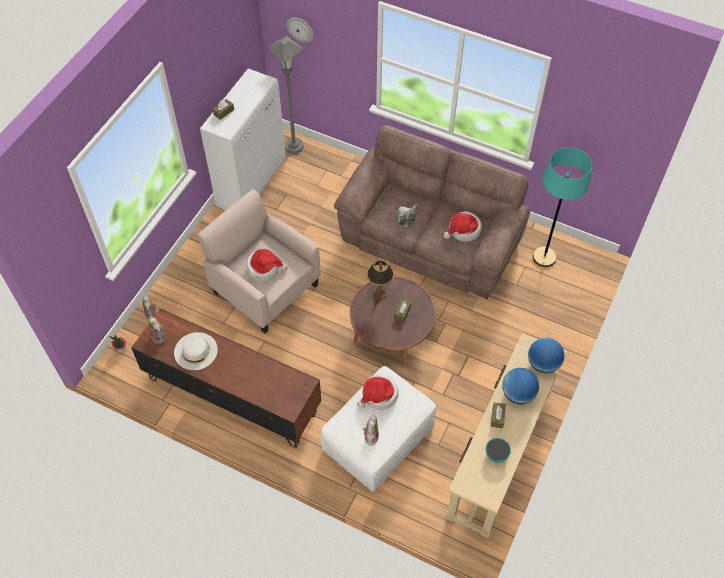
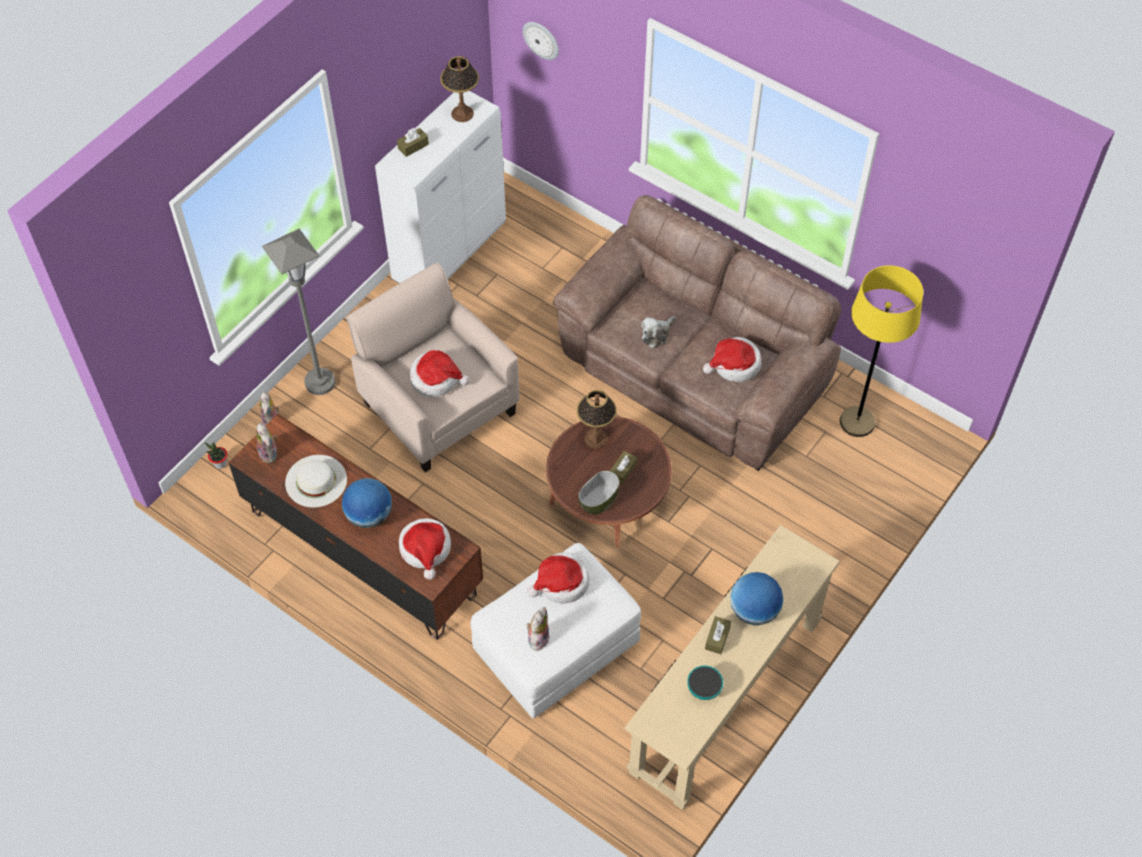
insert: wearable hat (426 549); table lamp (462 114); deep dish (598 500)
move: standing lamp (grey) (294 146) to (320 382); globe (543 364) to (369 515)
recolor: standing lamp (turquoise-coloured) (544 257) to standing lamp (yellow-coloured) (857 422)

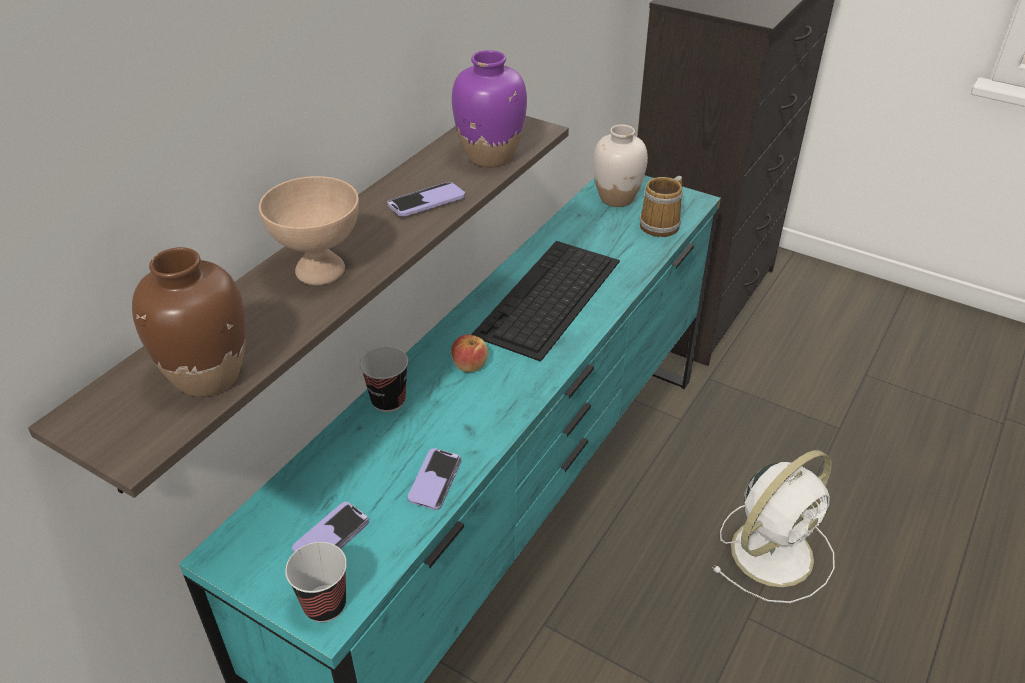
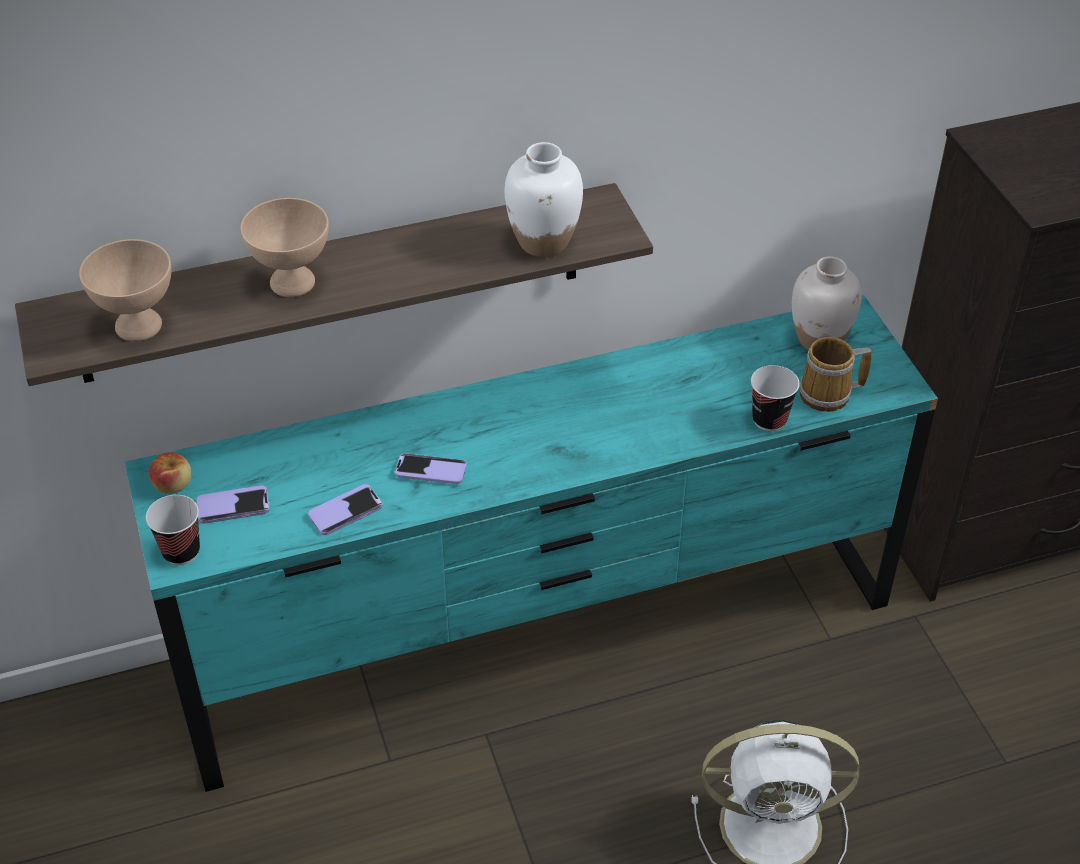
delete: PC keyboard (548 298)
move: whole apple (470 365) to (173 485); handset (426 201) to (430 470); drinking cup (388 401) to (769 419)
replace: vase (brown-coloured) (208 377) to deep dish (sand-coloured) (138 327)
recolor: vase (purple-coloured) (490 156) to vase (white-coloured) (544 242)

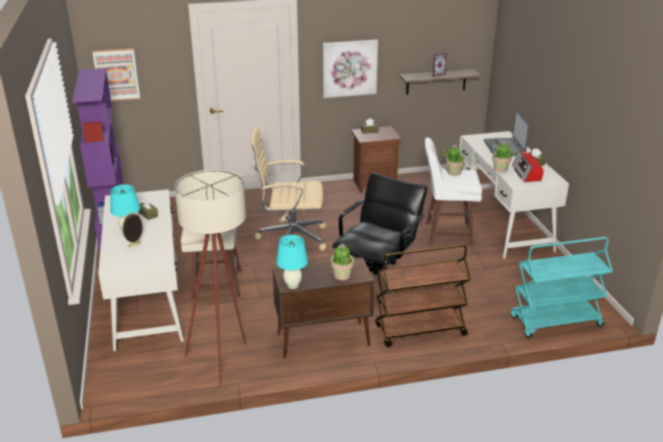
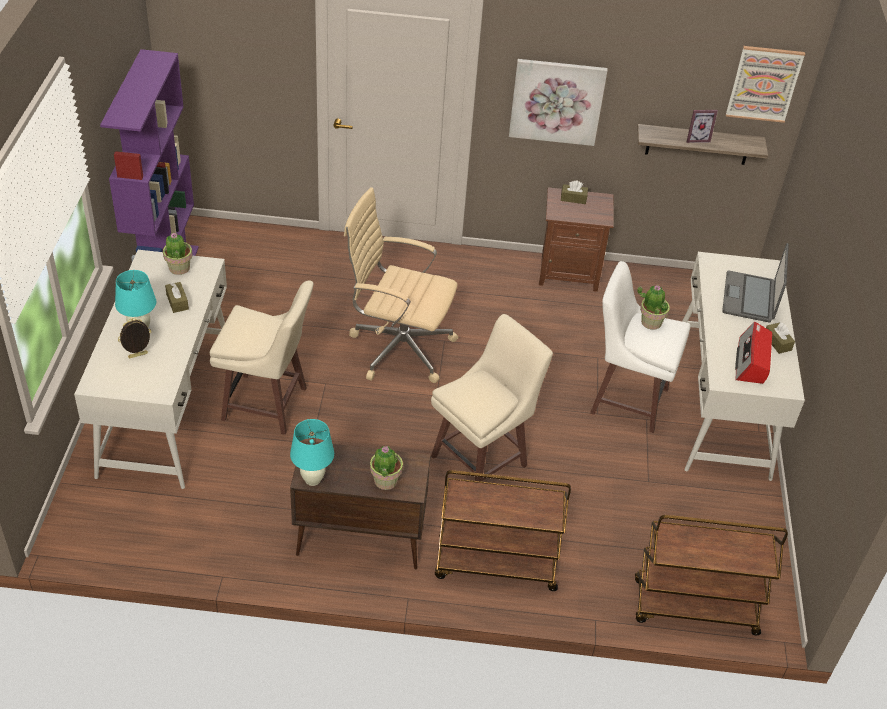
delete: standing lamp (sand-coloured) (224 358)
move: plant in a pot (500 169) to (179 268); picture (116 74) to (764 83)
replace: desk chair (black-coloured) (377 281) to stool (sand-coloured) (482 460)
recolor: cart (turquoise-coloured) (555 322) to cart (brown-coloured) (694 608)

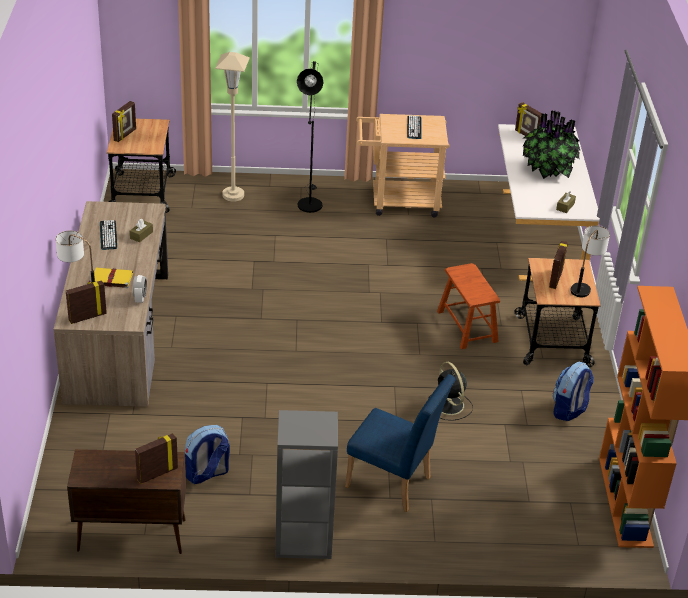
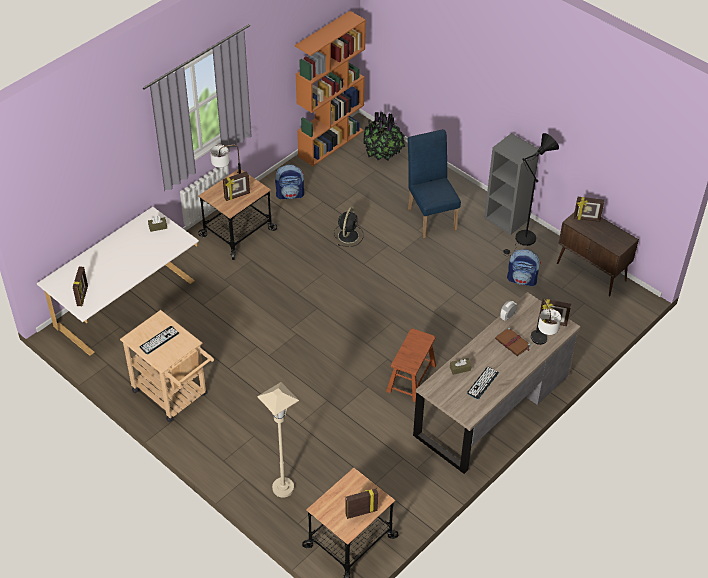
move: plant in a pot (547 170) to (383 152); stool (brown-coloured) (467 326) to (411 378); standing lamp (black-coloured) (309 202) to (523 240)
recolor: bound book (yellow-coloured) (111 279) to bound book (brown-coloured) (513 343)

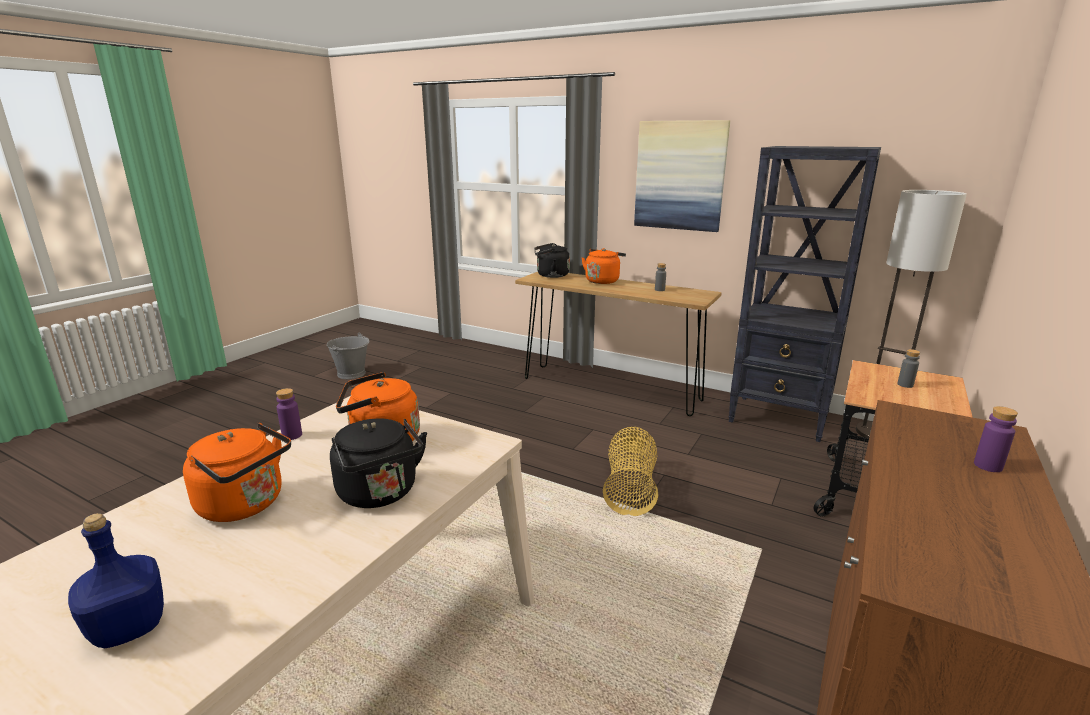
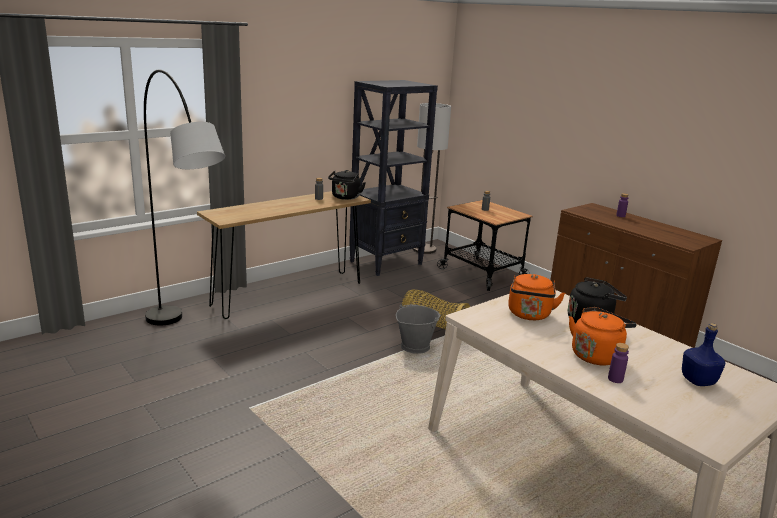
delete: kettle (orangey) (603 281); picture (680 176)
insert: standing lamp (grey) (187 345)
move: kettle (black-coloured) (550 275) to (345 197); water bucket (grey) (352 373) to (415 346); bottle (purple-coloured) (292 435) to (615 379)

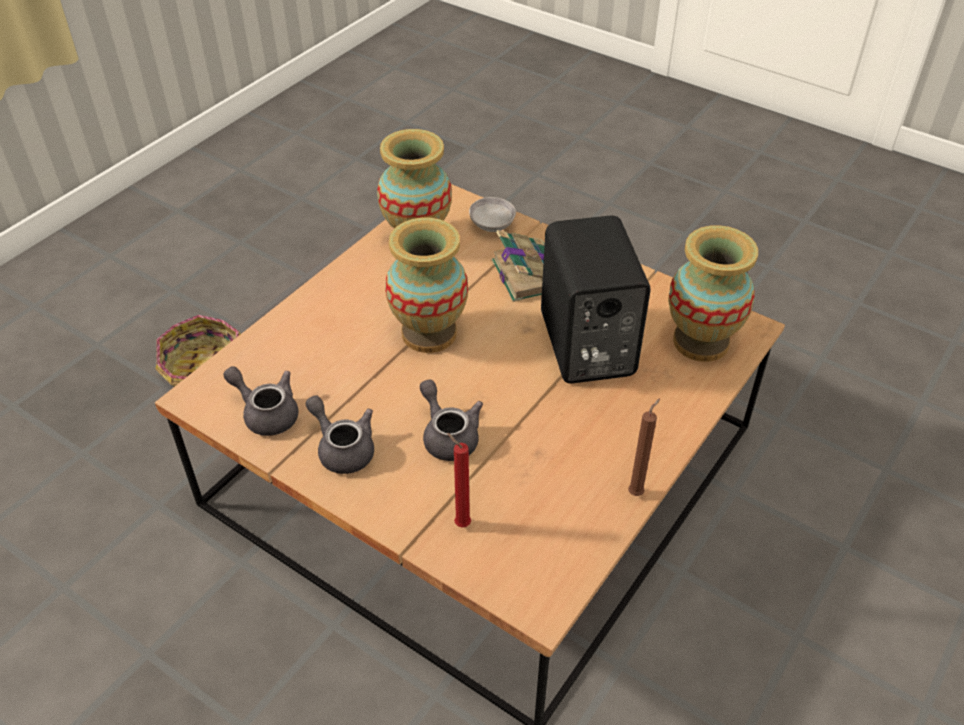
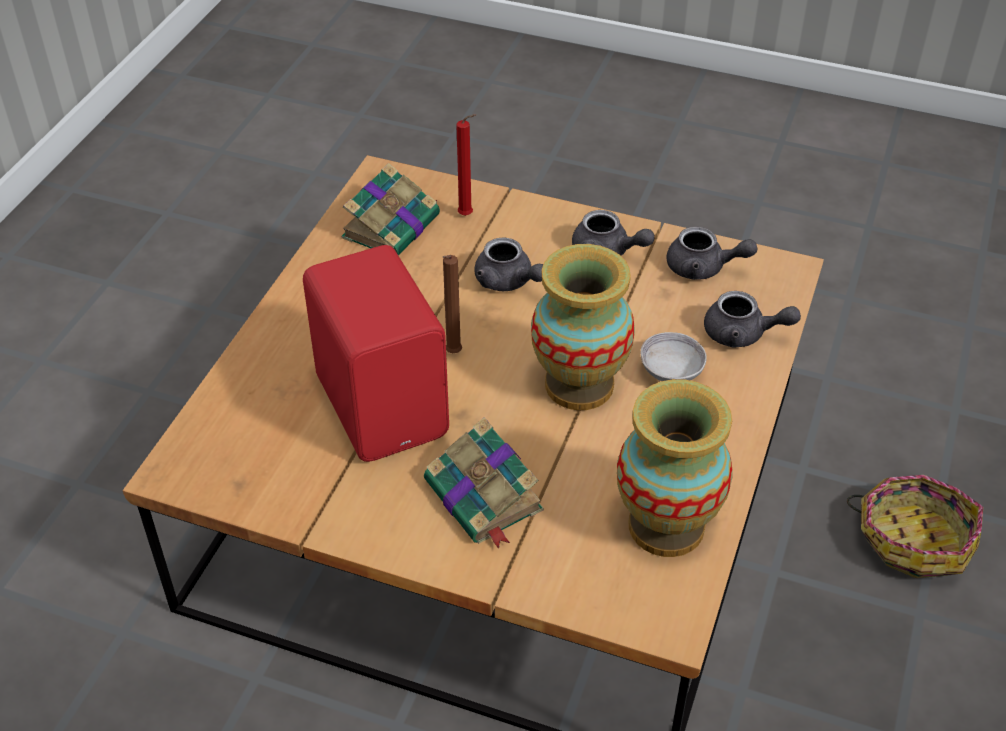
delete: vase (700 341)
insert: bound book (392 225); pot for tea (grey) (742 334)
move: candle (brown-coloured) (637 492) to (452 354); deep dish (grey) (492 225) to (671 371)
recolor: speaker (black-coloured) (584 347) to speaker (red) (385 404)

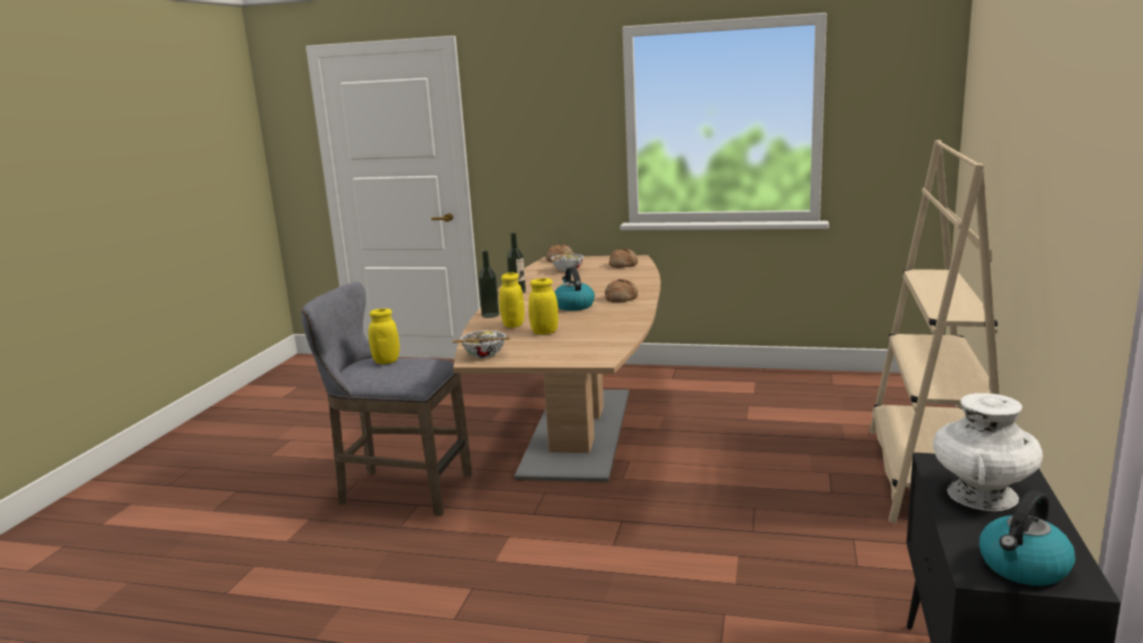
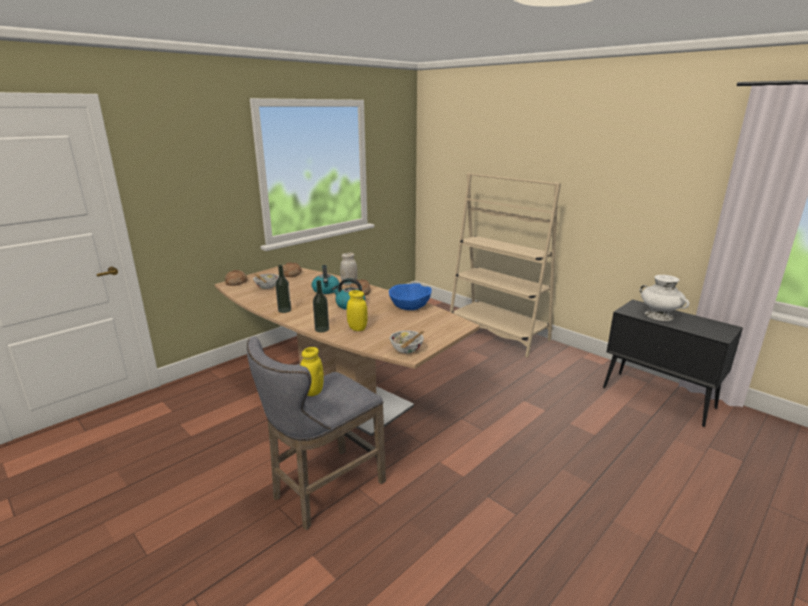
delete: jar (yellow-coloured) (544 332)
insert: jar (white-coloured) (349 284); deep dish (blue) (410 306)
move: kettle (1023 567) to (326 290)

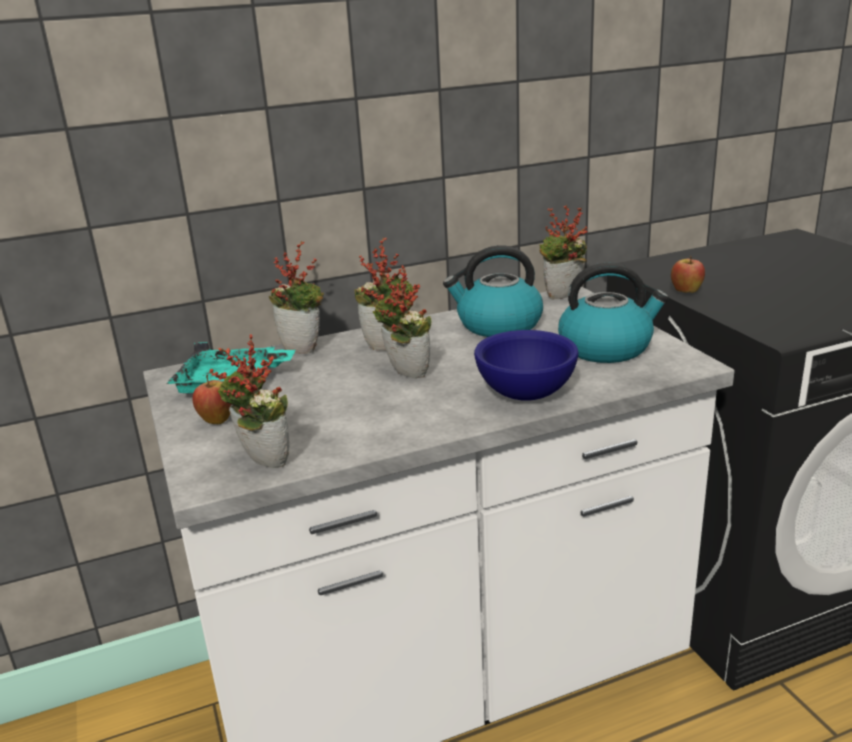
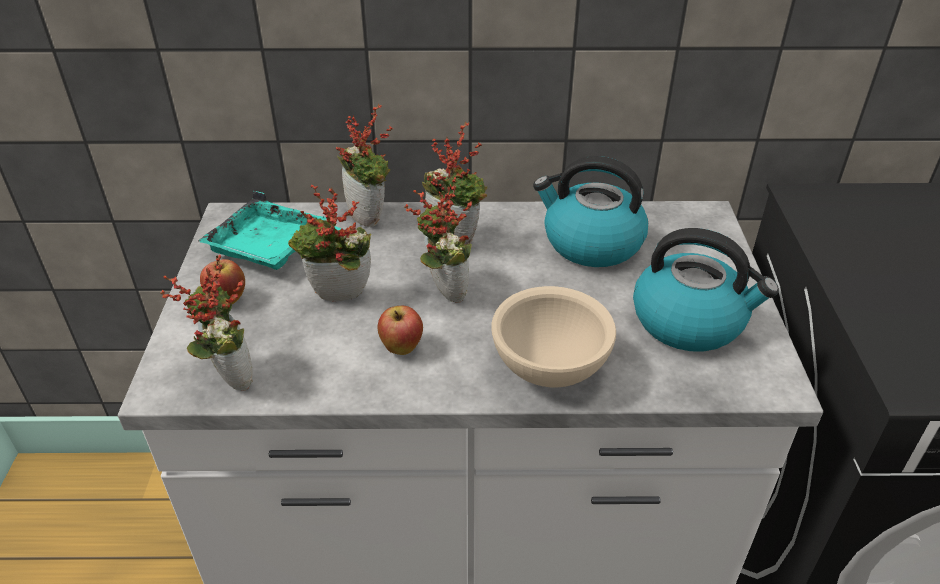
move: plant in a pot (563 297) to (339 299); whole apple (686 292) to (401 348)
recolor: deep dish (blue) (524 394) to deep dish (sand-coloured) (547 367)

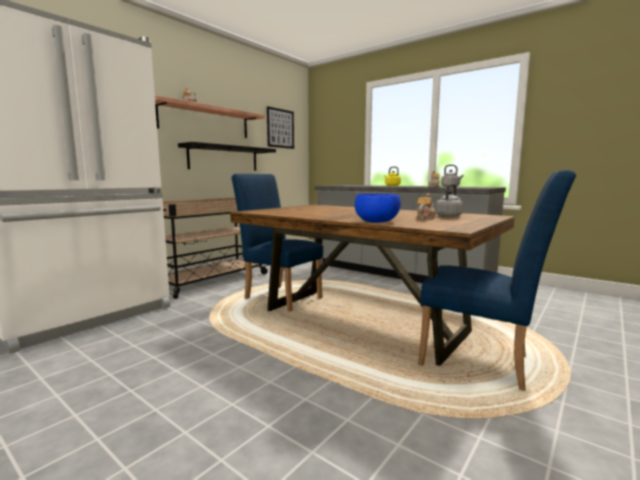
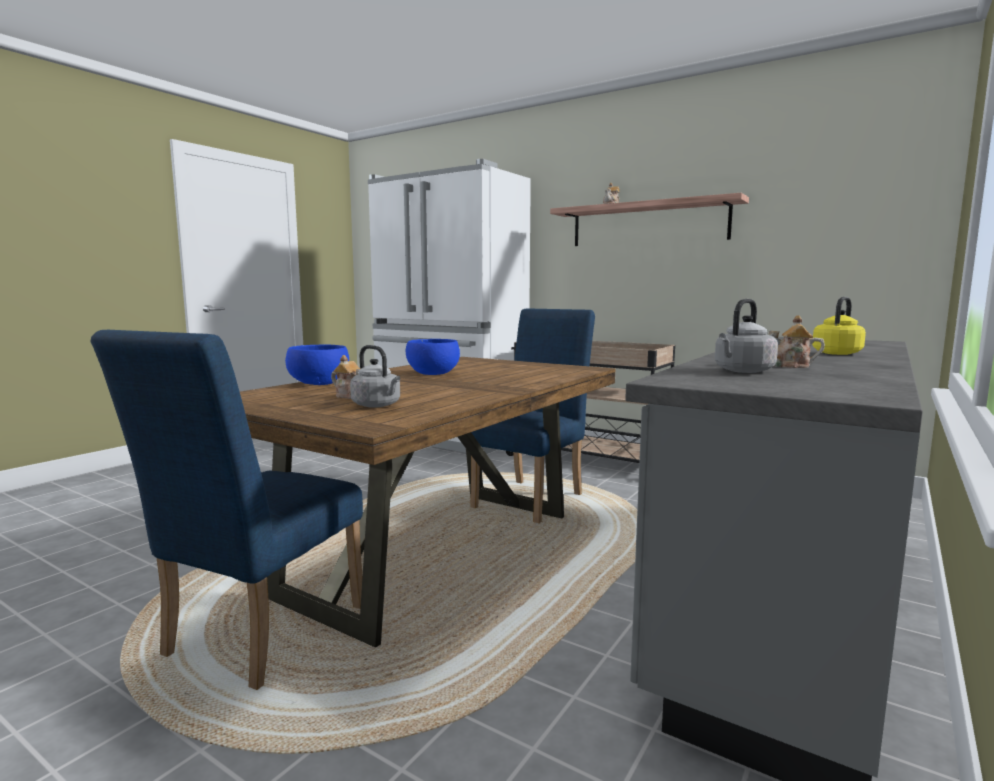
delete: shelf (black-coloured) (224 158); picture (280 128)
insert: deep dish (blue) (433 373)

